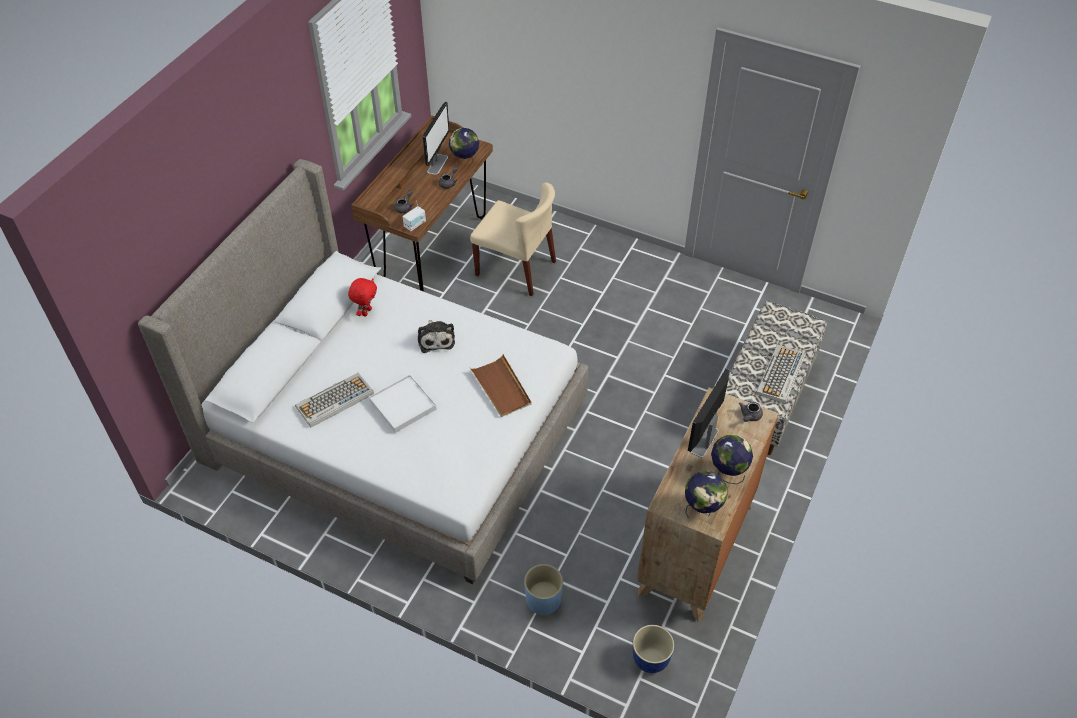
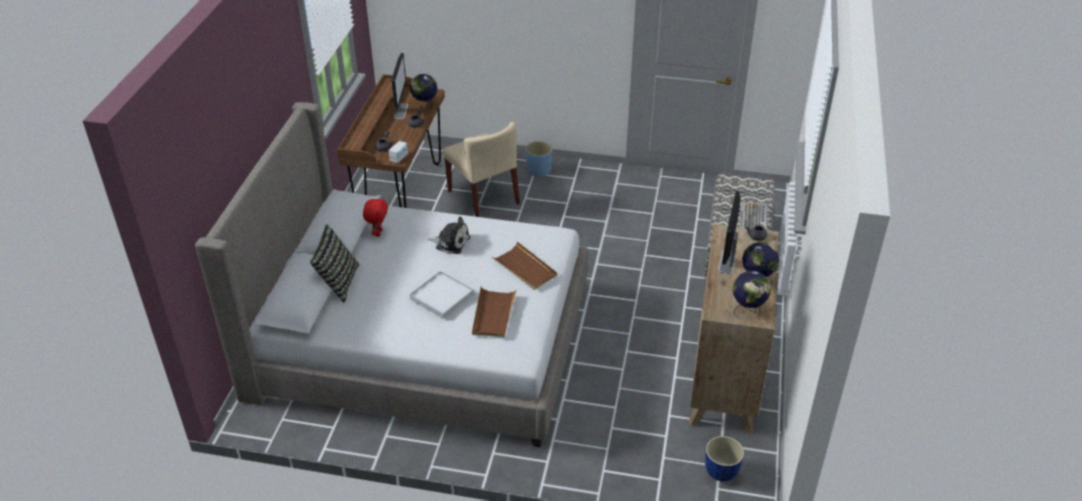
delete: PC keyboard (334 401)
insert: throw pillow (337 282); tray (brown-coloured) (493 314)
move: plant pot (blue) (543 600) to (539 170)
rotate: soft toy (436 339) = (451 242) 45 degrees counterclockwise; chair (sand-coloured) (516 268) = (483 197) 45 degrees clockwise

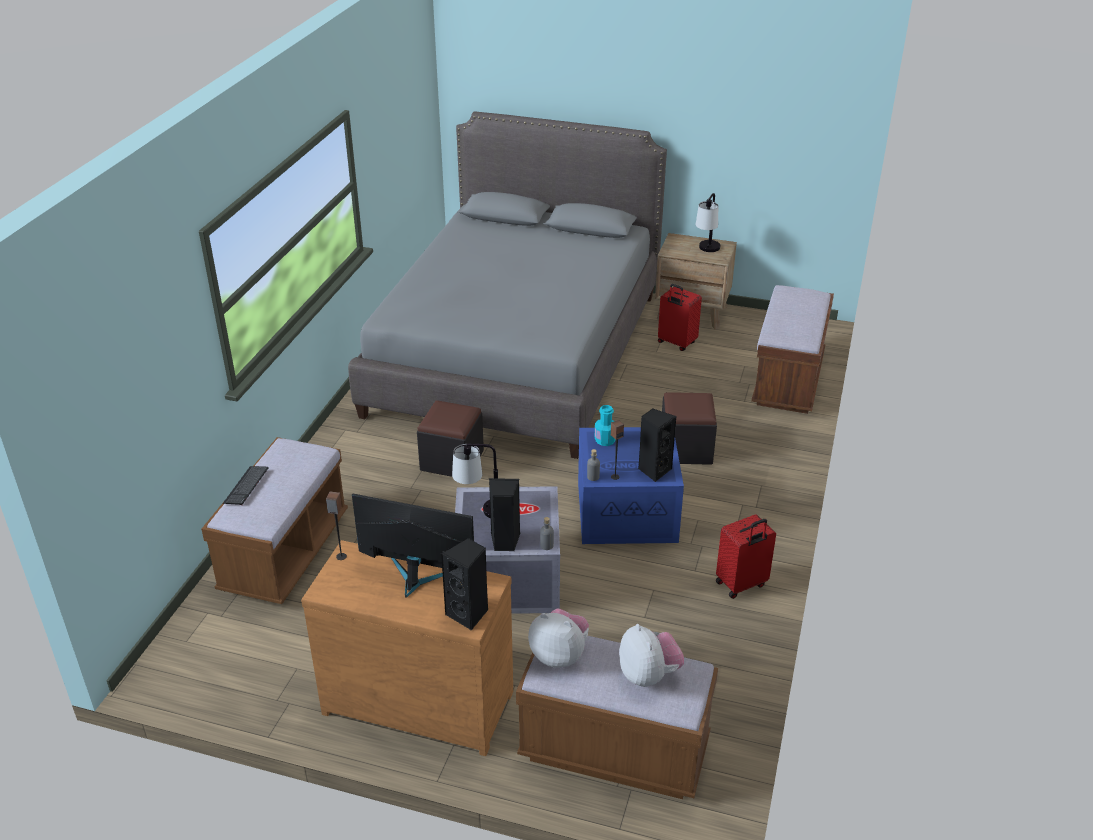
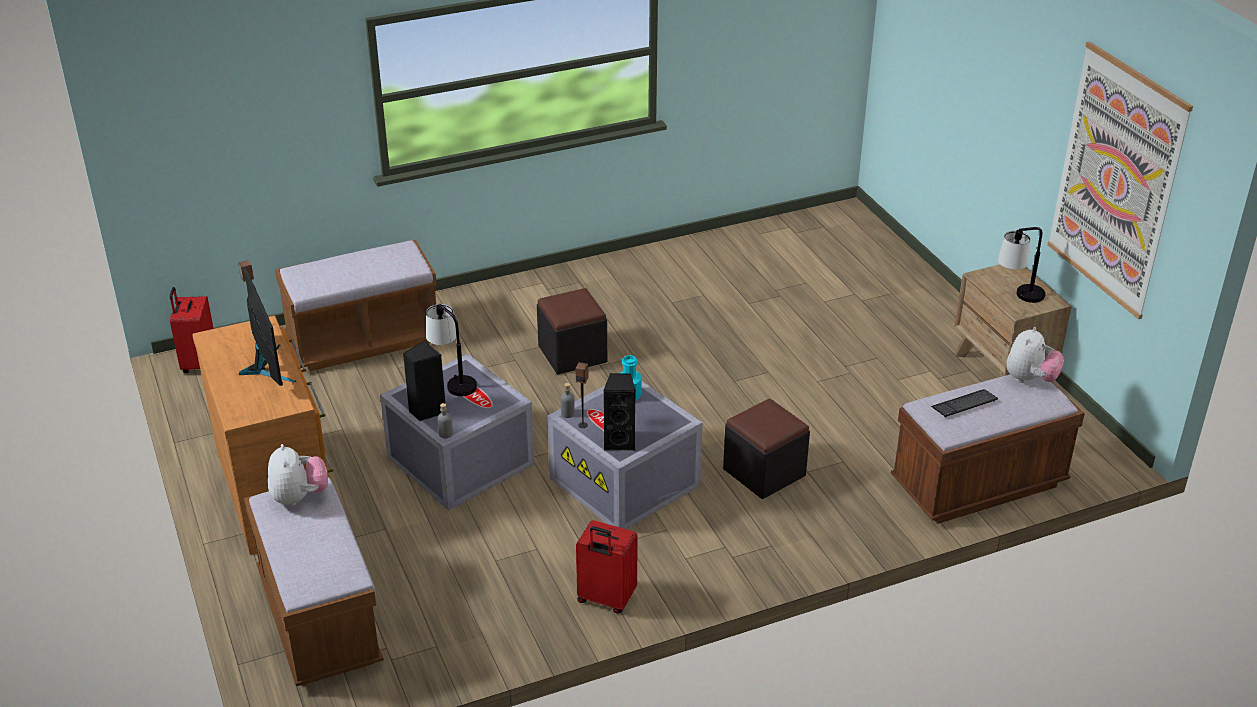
delete: sleeping bed (grey) (517 353); speaker (black-coloured) (469 614)
insert: picture (1116 181)
move: travel case (red) (676 343) to (198 363); PC keyboard (246 486) to (964 404); soft toy (649 675) to (1030 379)
recolor: storage bin (blue) (628 511) to storage bin (grey) (627 482)

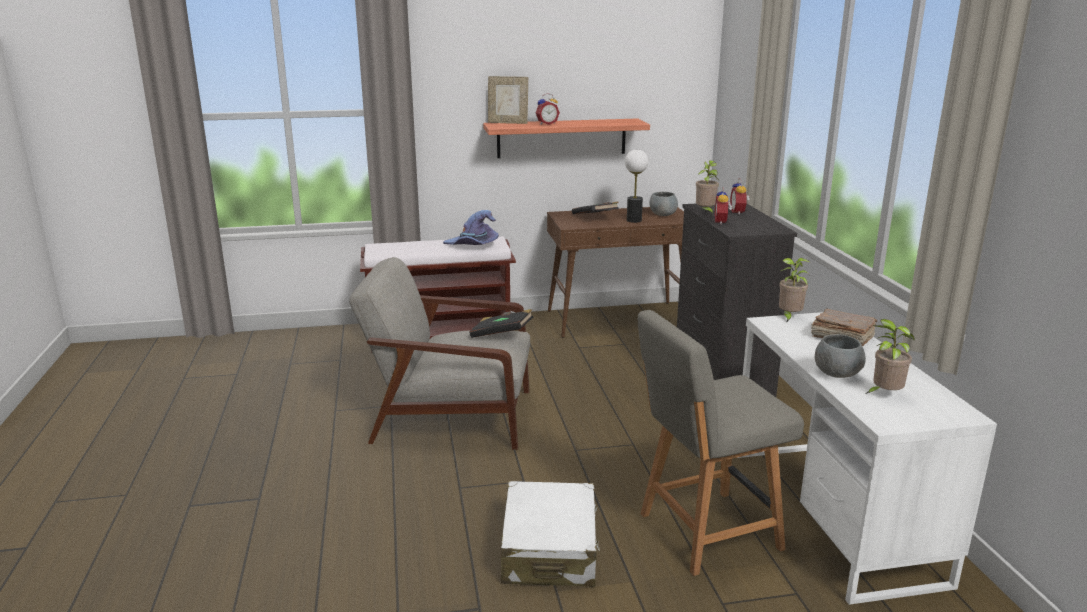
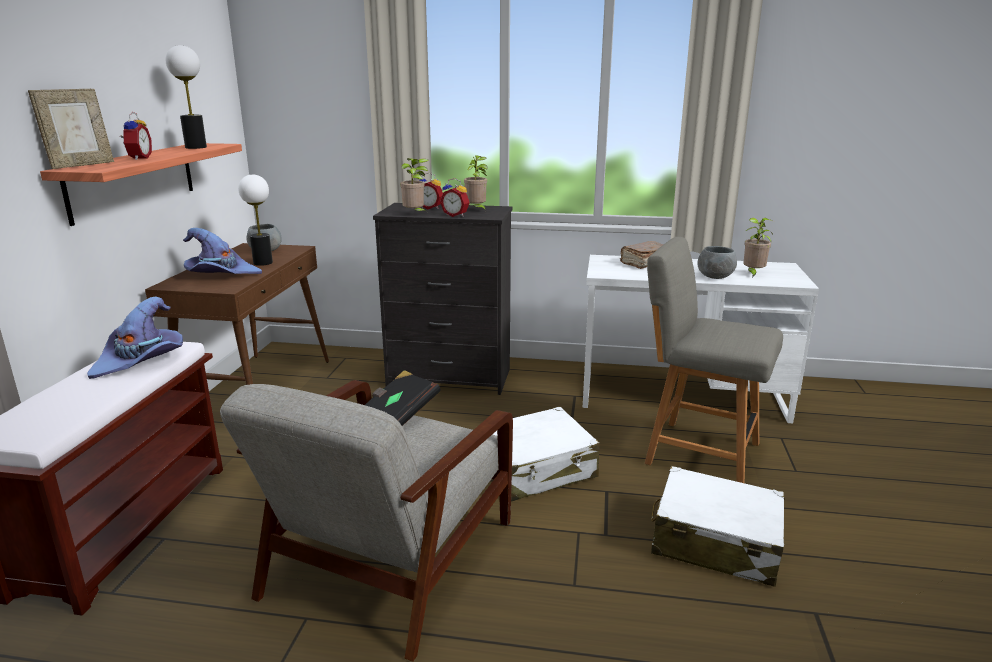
insert: table lamp (196 147); travel case (white-coloured) (536 469)
move: plant in a pot (789 317) to (476 210)
replace: bound book (black-coloured) (595 218) to wearable hat (purple-coloured) (221 274)
rotate: chair (grey) (705 532) = (698 452) 120 degrees clockwise

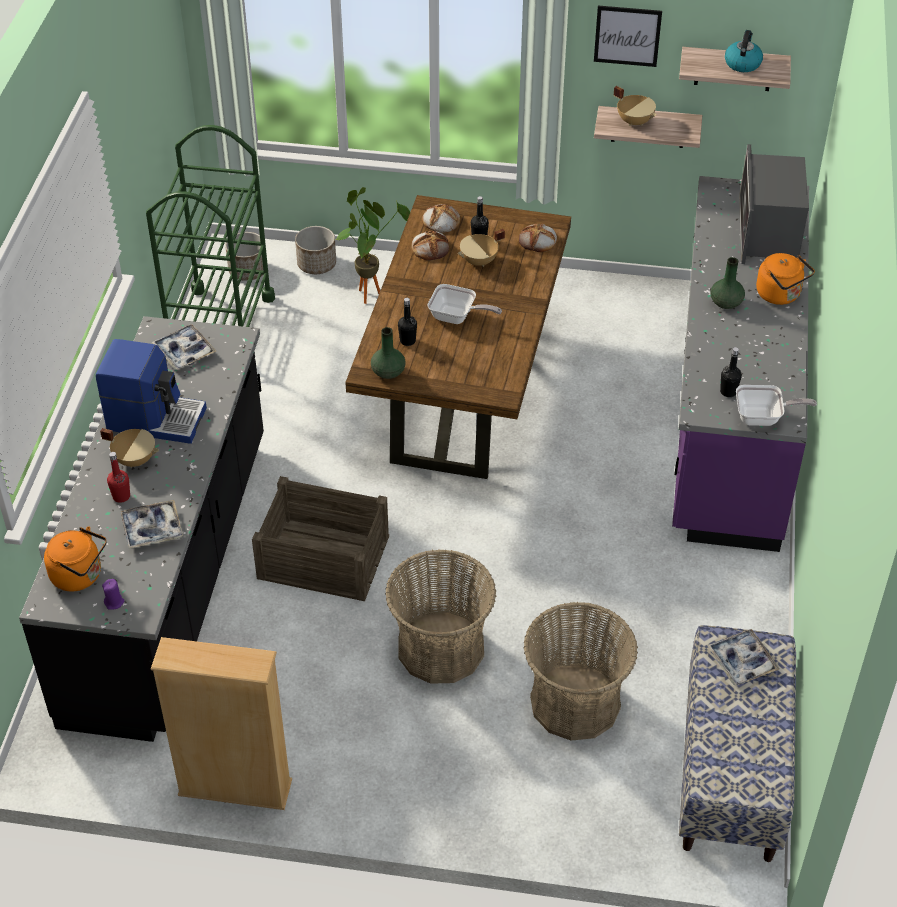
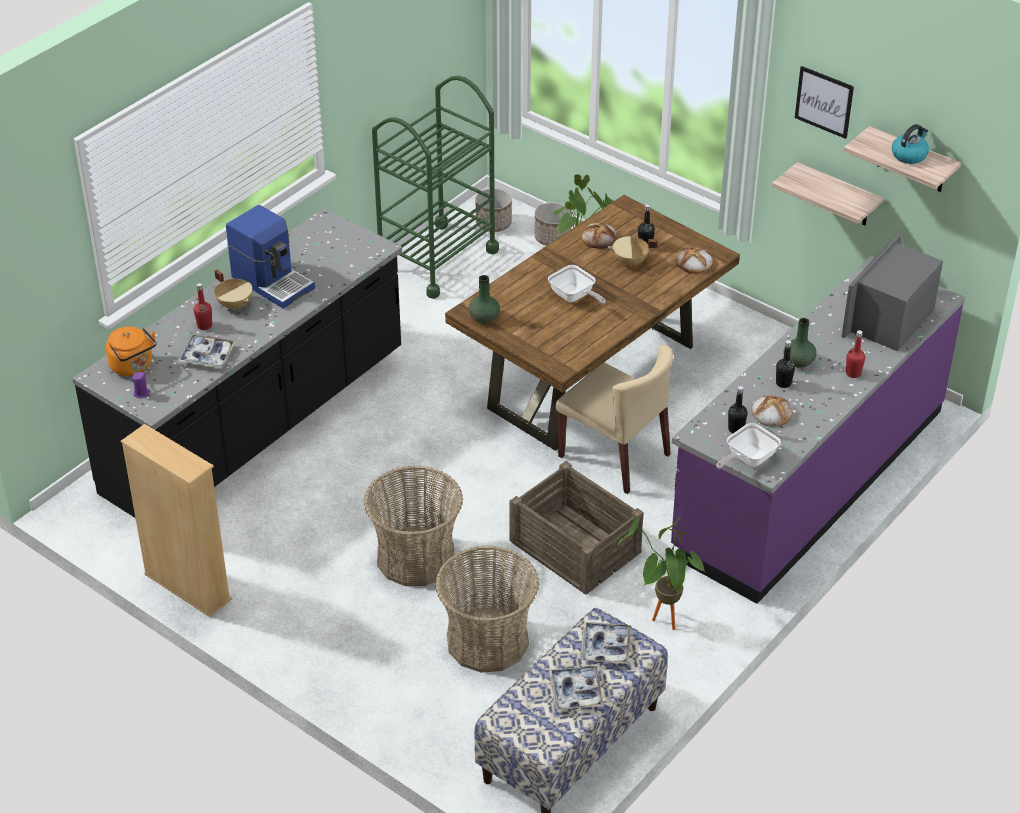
delete: saucepot (sand-coloured) (635 121)
insert: chair (sand-coloured) (615 456); plant in a pot (661 624)
move: packing crate (323 558) to (574 547); tray (184 352) to (576 692); baked bread (441 221) to (771 413); bottle (black-coloured) (407 341) to (783 383)
replace: kettle (orangey) (780 295) to bottle (red) (853 373)
rotate: skillet (763 418) = (747 459) 105 degrees clockwise

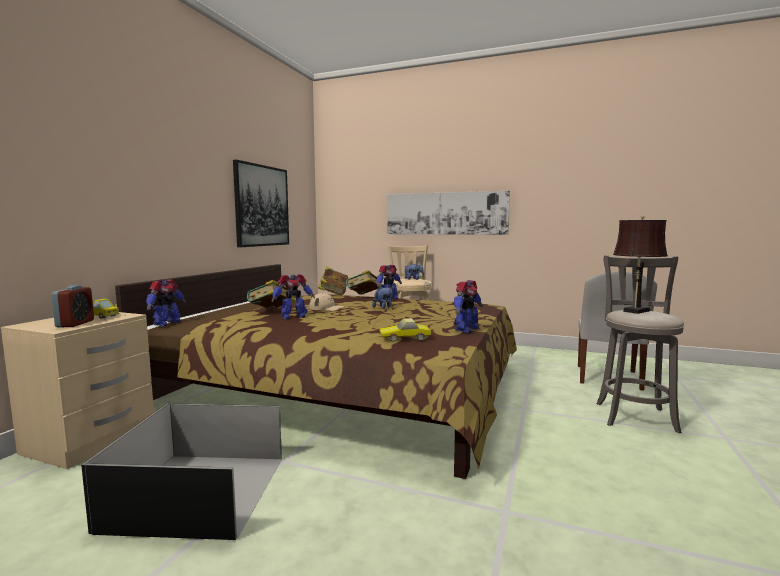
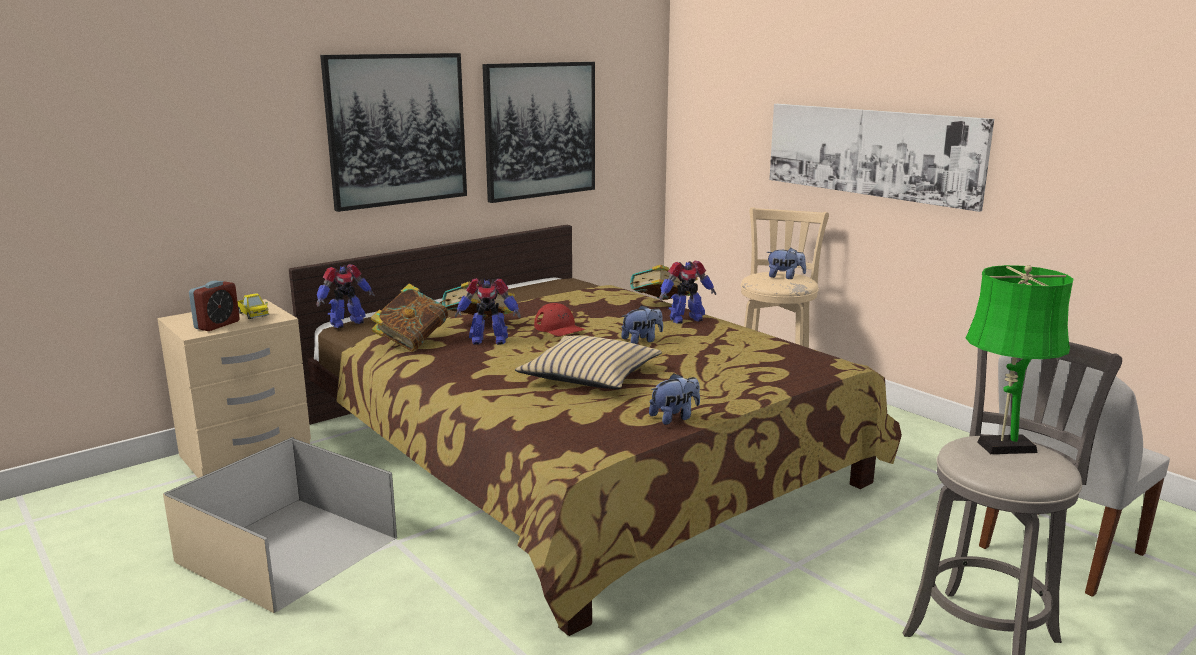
delete: model car (405 338)
insert: picture (397 130); throw pillow (sand-coloured) (590 376)
move: bound book (333 294) to (412 342)
replace: robot figure (466 329) to soft toy (674 417)
recolor: storage bin (black-coloured) (198 493) to storage bin (sand-coloured) (286 551); peaked cap (sand-coloured) (327 308) to peaked cap (red) (559 328); table lamp (brown-coloured) (635 311) to table lamp (green-coloured) (1001 447)

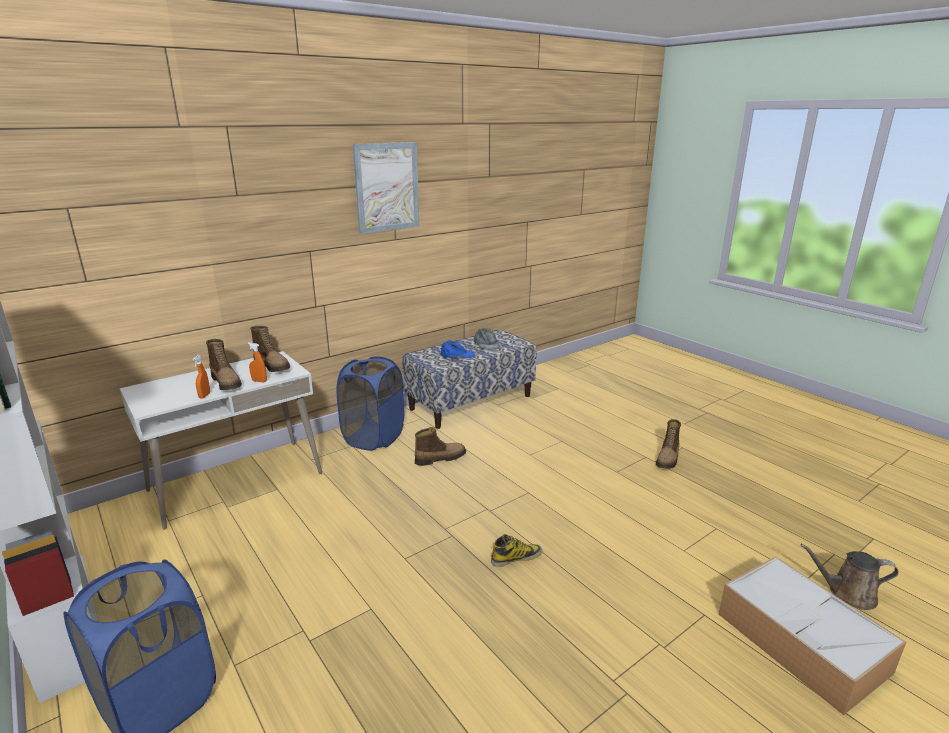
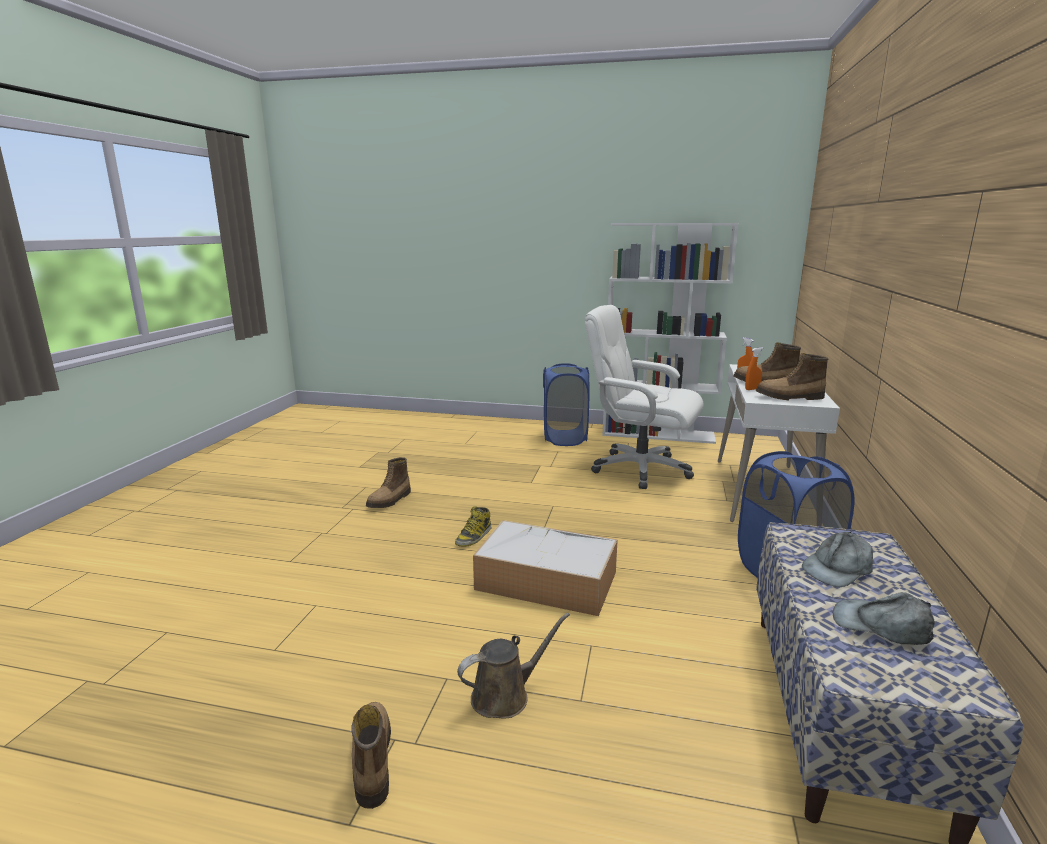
delete: picture (387 187)
insert: desk chair (white-coloured) (639 469)
move: high-top boot (440 458) to (390 500); watering pot (brown-coloured) (847 593) to (505 695); storage bin (803 643) to (544 581)
recolor: peaked cap (blue) (457 355) to peaked cap (grey) (837 568)

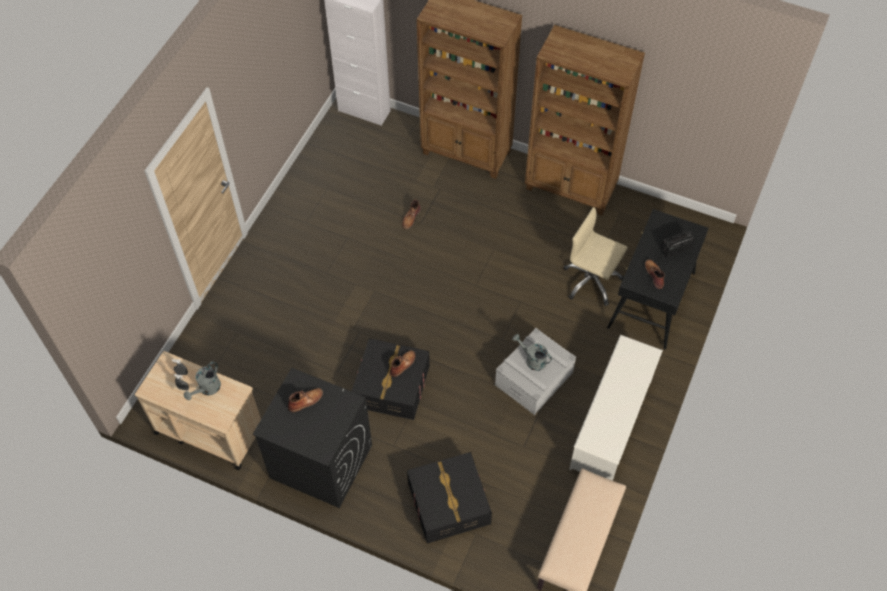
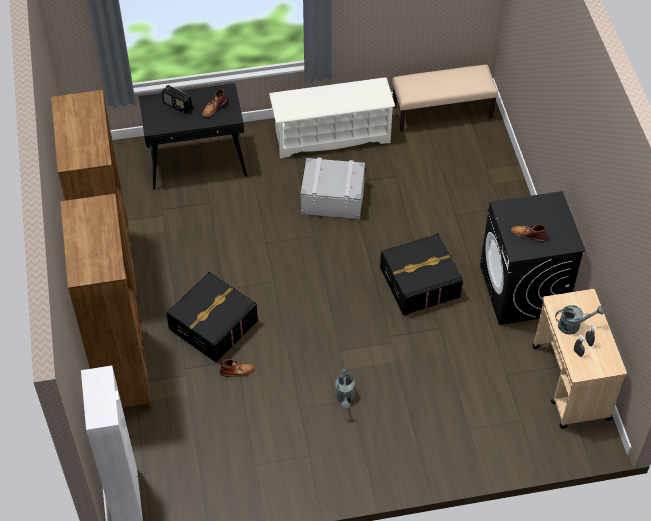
delete: high-top boot (brown-coloured) (403 364); desk chair (sand-coloured) (591 281)
move: storage bin (black-coloured) (448 504) to (213 326); watering pot (grey) (532 360) to (345 398)

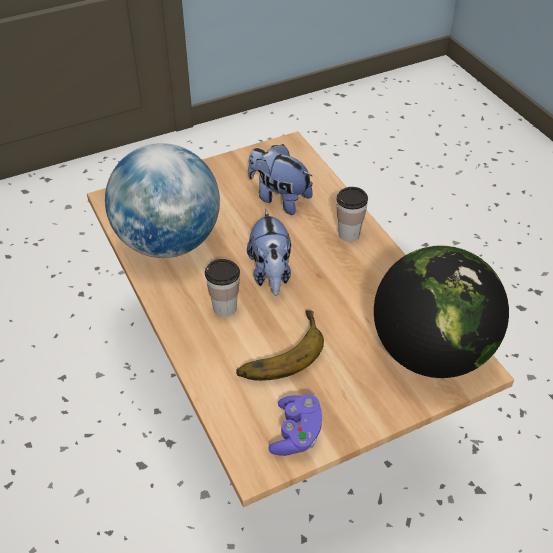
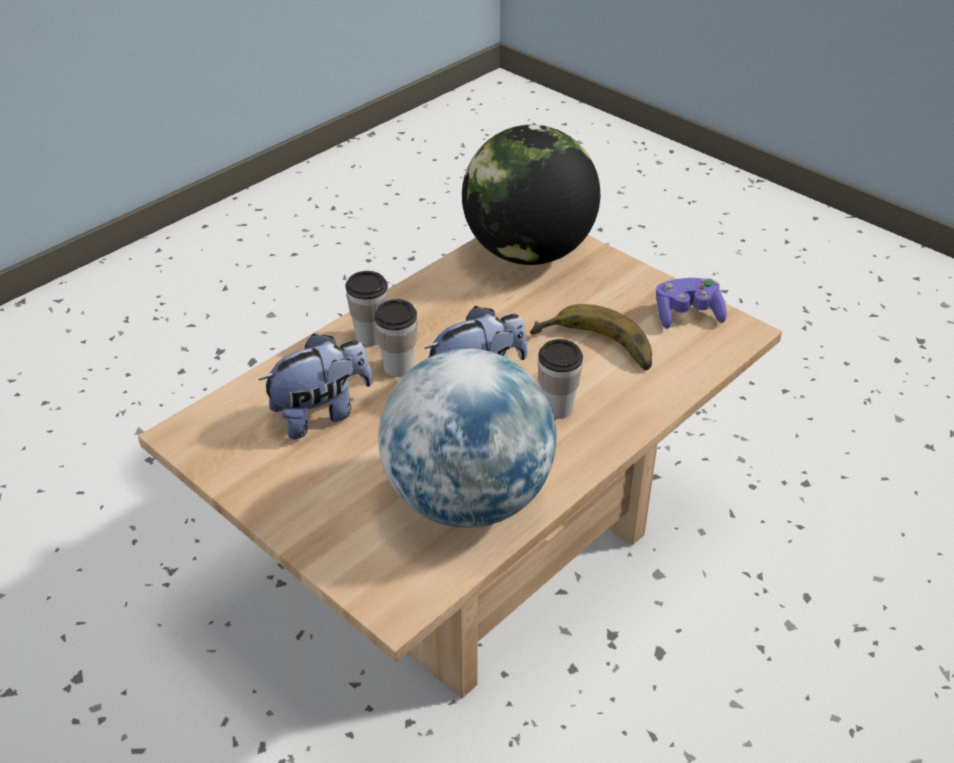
insert: drinking cup (398 367)
rotate: soft toy (279 198) = (321 414) 135 degrees counterclockwise

